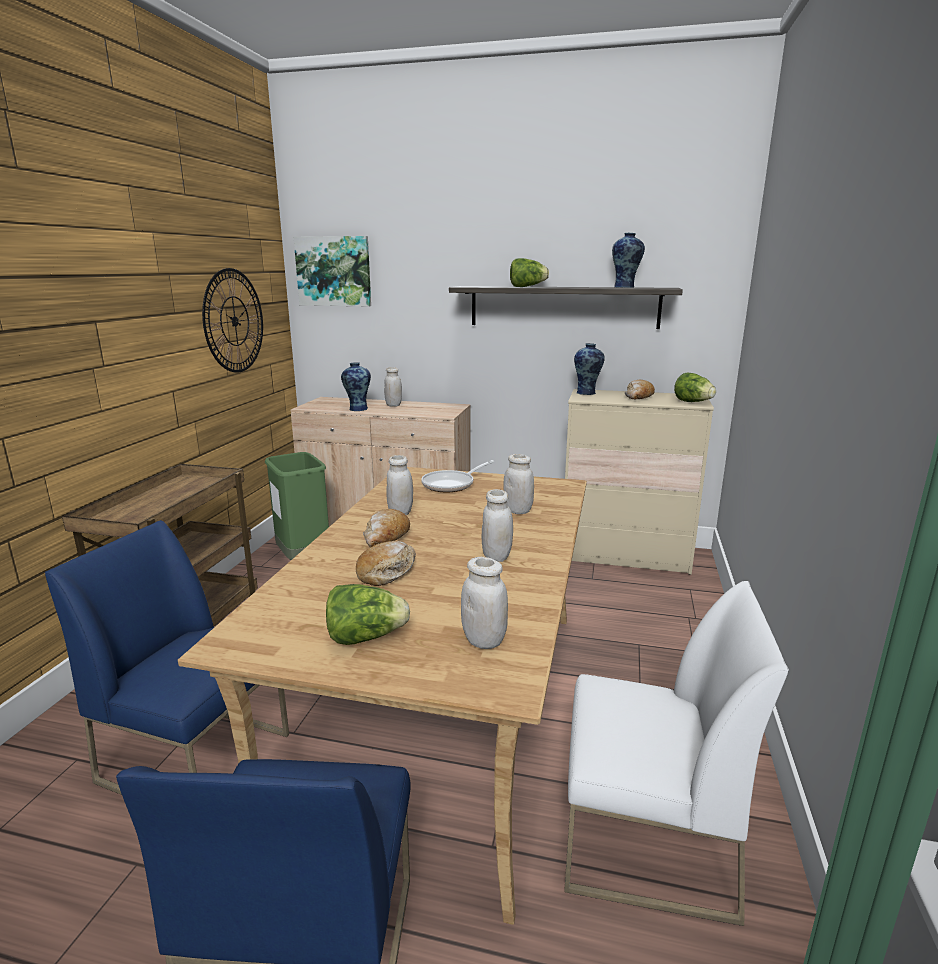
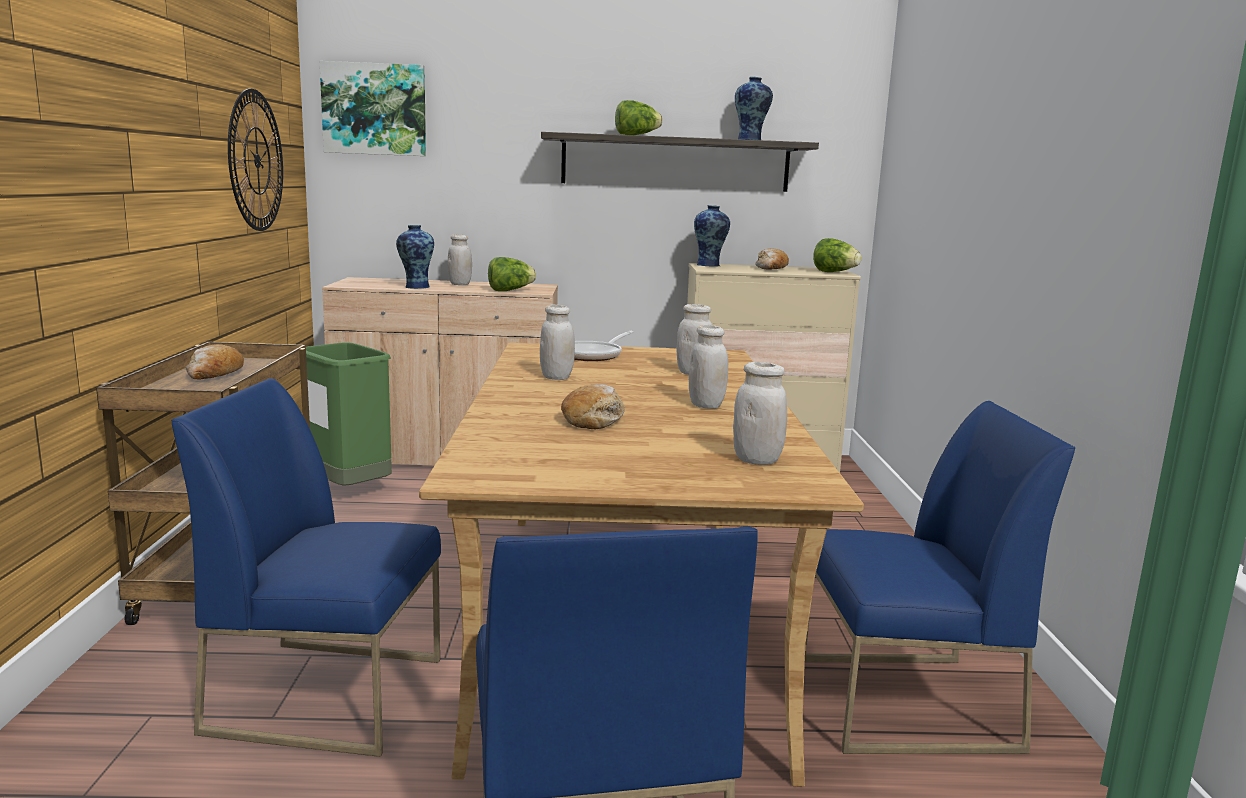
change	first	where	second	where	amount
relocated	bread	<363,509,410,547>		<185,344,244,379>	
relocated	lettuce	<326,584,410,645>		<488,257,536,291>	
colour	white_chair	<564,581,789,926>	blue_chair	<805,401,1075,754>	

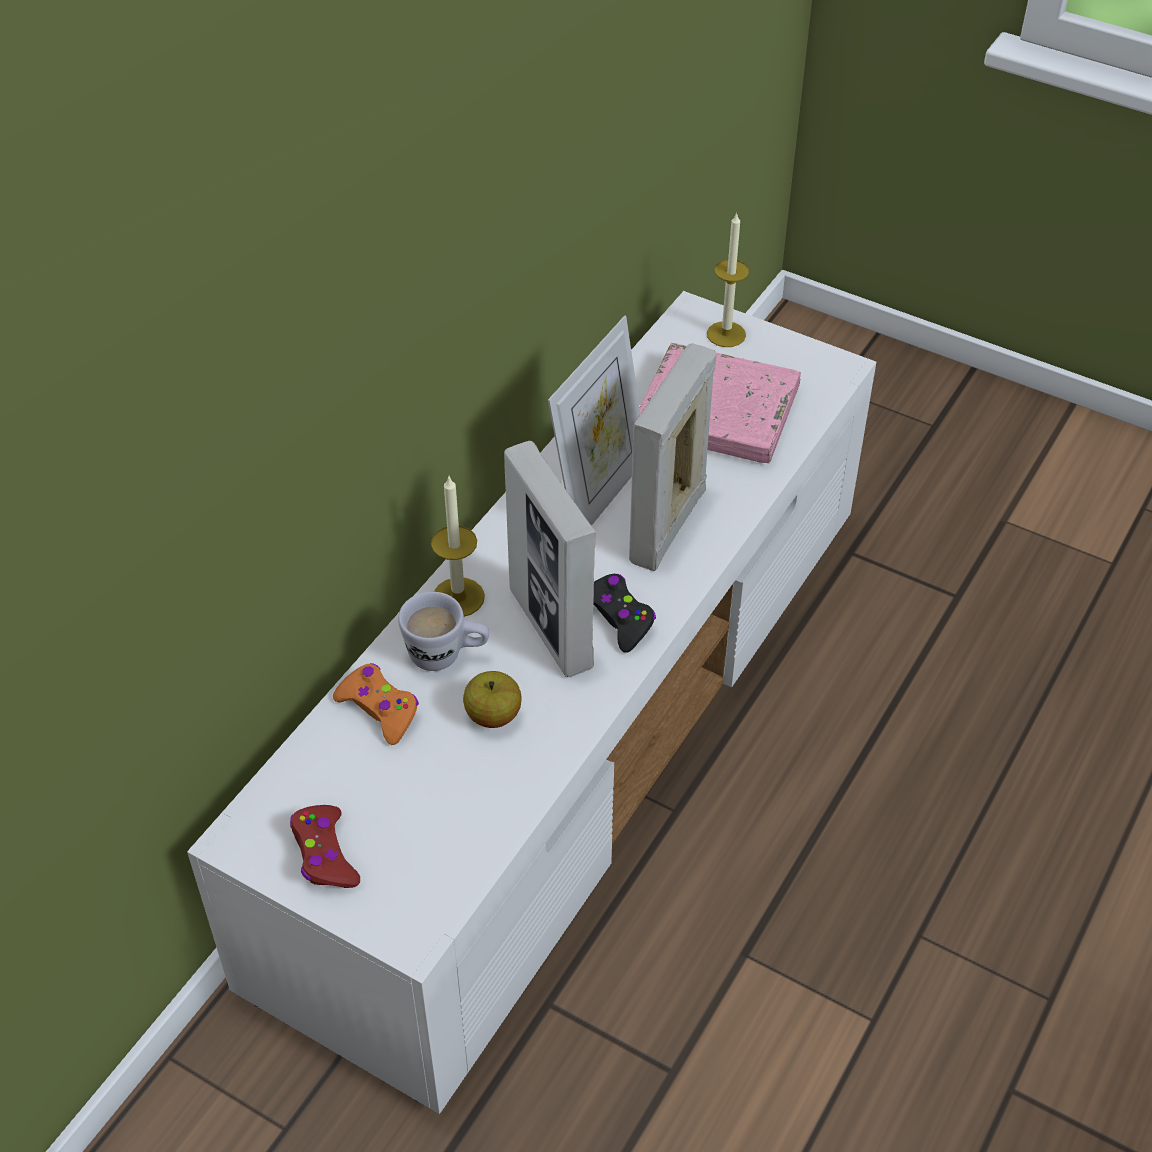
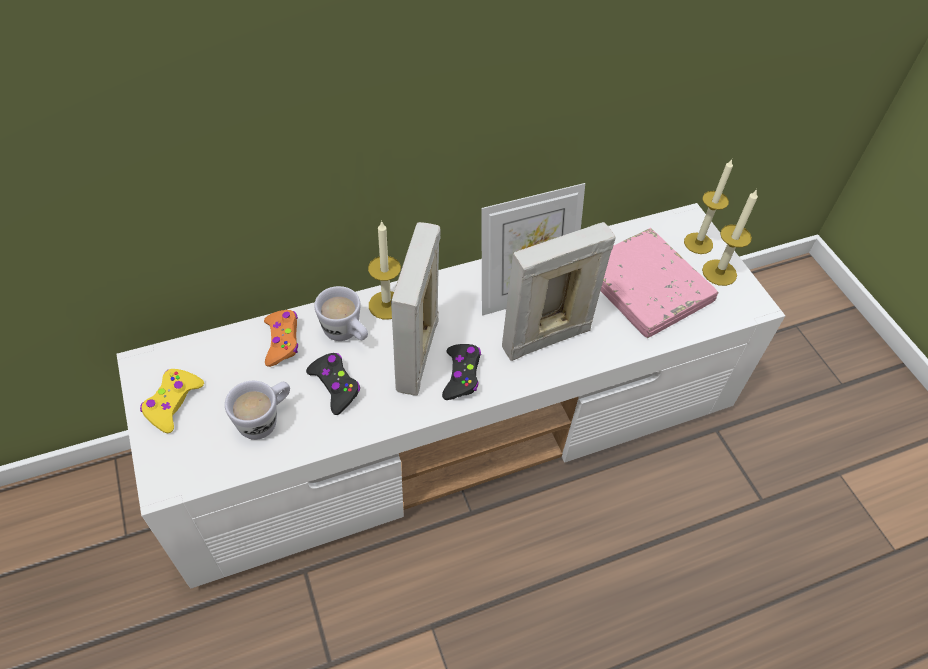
change	first	where	second	where	amount
colour	red_game_controller	<290,805,360,888>	yellow_game_controller	<140,369,204,433>	
appeared			white_mug	<225,381,290,440>	
exchanged	apple	<463,671,522,728>	black_game_controller	<306,353,360,415>	
appeared			candle	<702,189,758,286>	

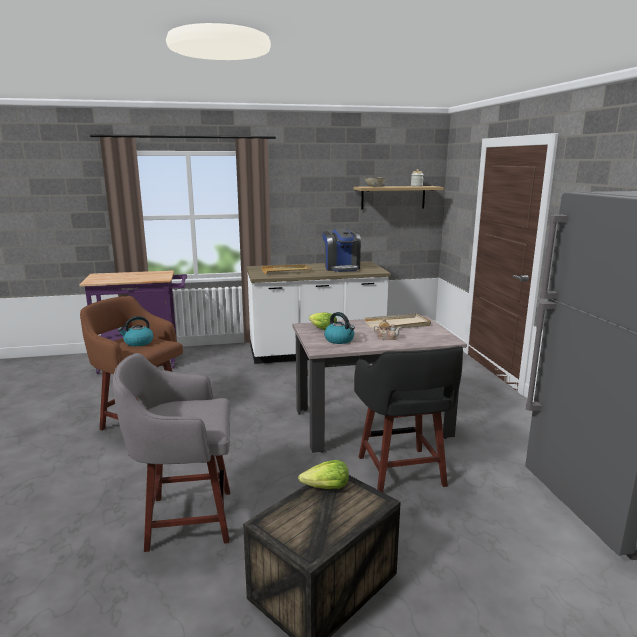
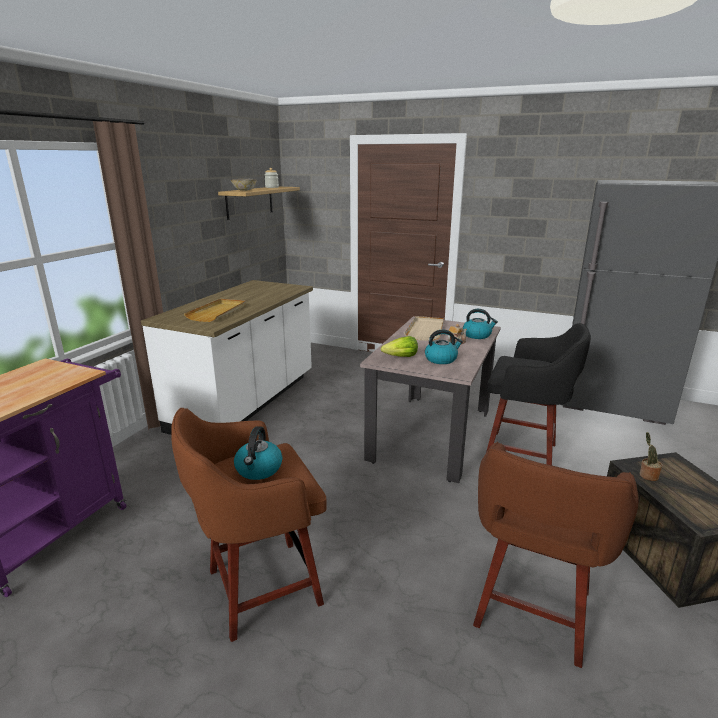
change	first	where	second	where	amount
appeared			kettle	<463,309,498,339>	
colour	grey_stool	<113,353,230,552>	brown_stool	<473,442,639,668>	
exchanged	lettuce	<298,460,349,489>	potted_plant	<639,432,662,481>	
missing	coffee_machine	<322,228,361,272>			

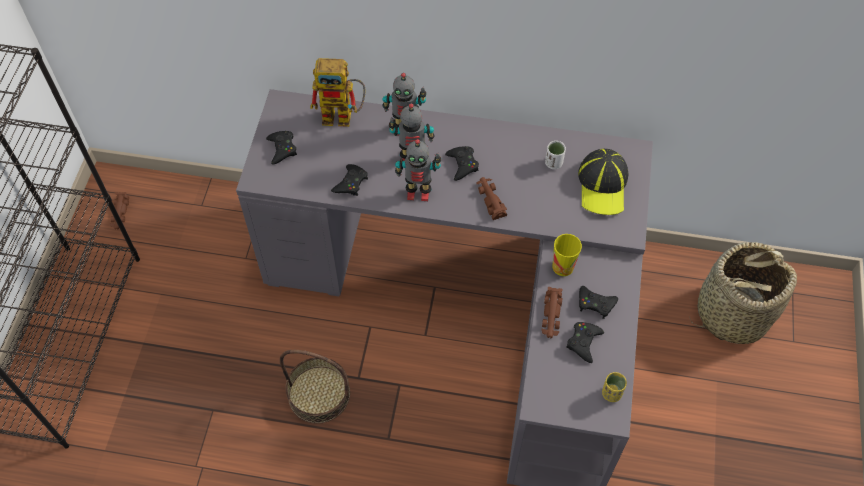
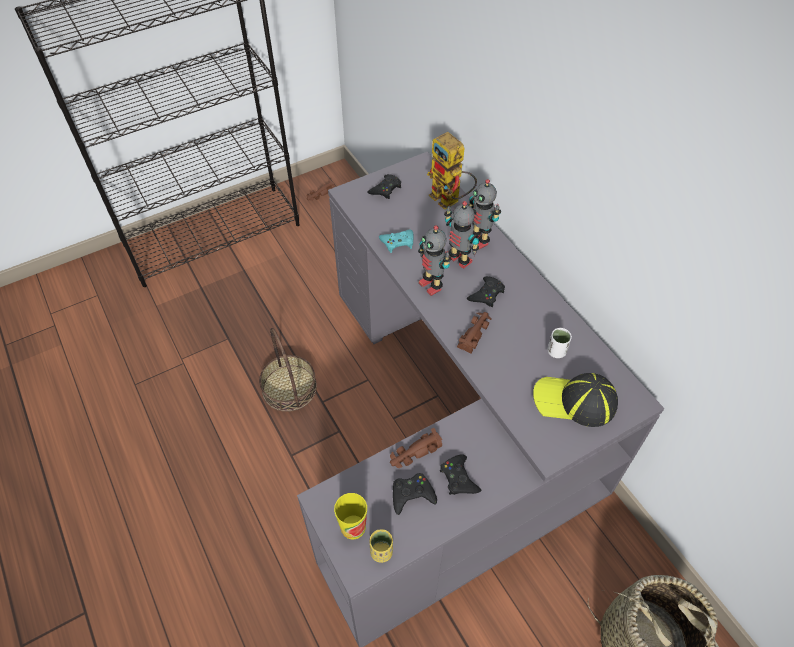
change	first	where	second	where	amount
relocated	cup	<553,234,582,276>		<334,493,367,539>	
colour	black_game_controller	<331,164,368,196>	turquoise_game_controller	<379,229,414,253>	
spun	cap	<578,149,628,215>		<533,373,618,427>	45 degrees clockwise

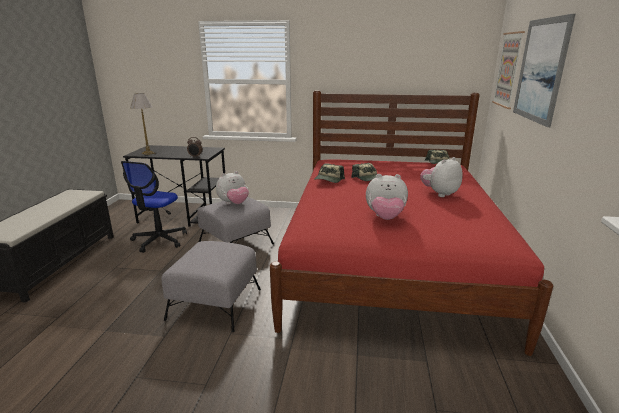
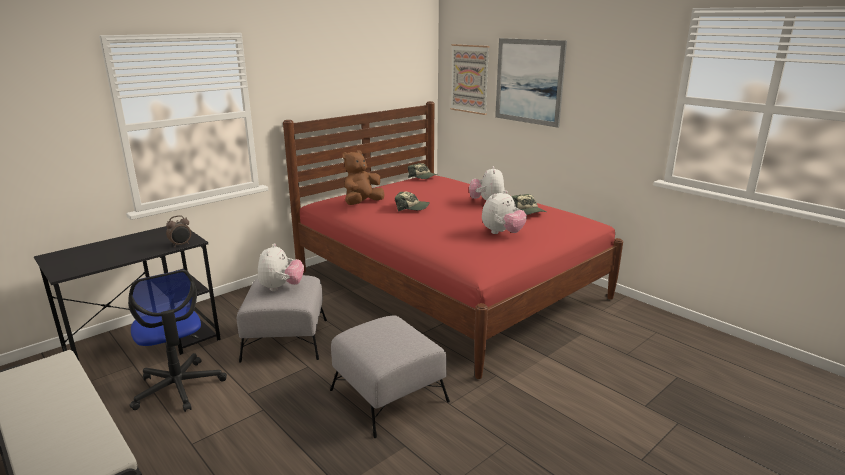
change	first	where	second	where	amount
appeared			brown_plush_toy	<342,150,385,205>	
relocated	cap	<314,163,345,183>		<511,194,546,215>	
missing	table_lamp	<130,93,155,155>			

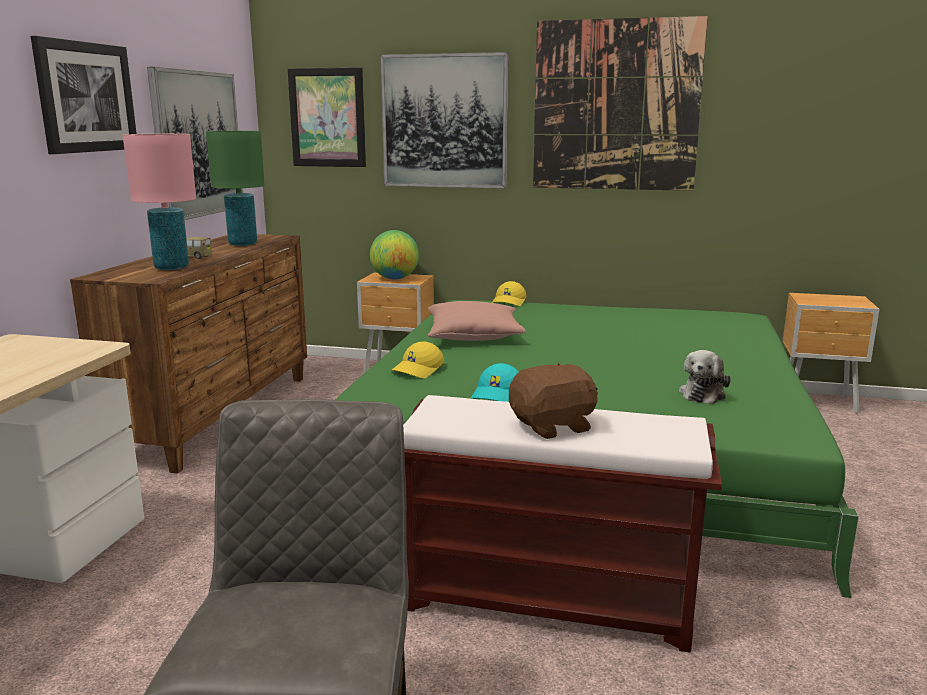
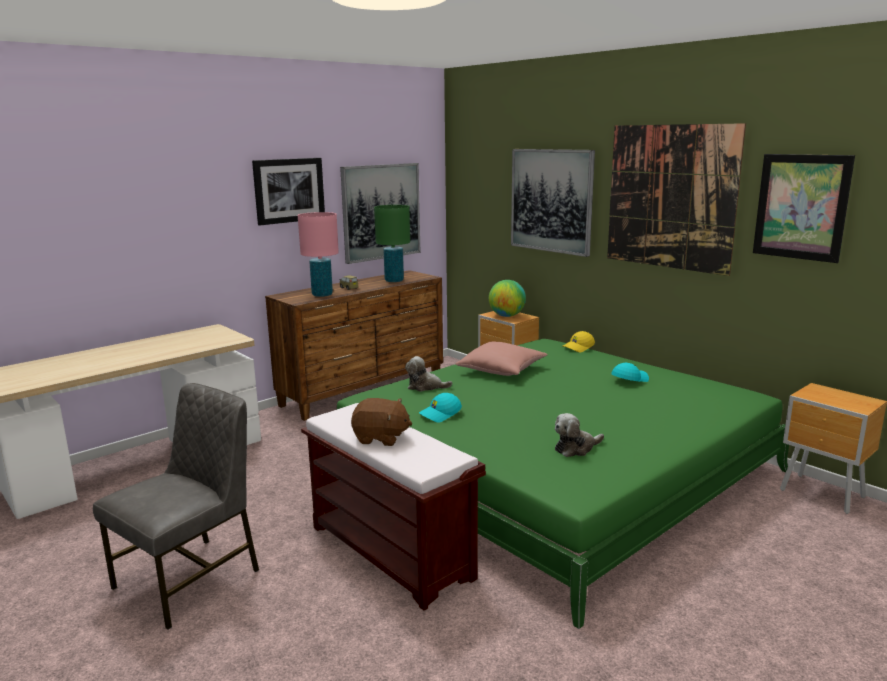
change	first	where	second	where	amount
exchanged	yellow_cap	<391,342,444,378>	plush_toy	<405,356,452,392>	
appeared			turquoise_cap	<611,363,649,382>	
relocated	picture	<288,67,366,167>		<753,154,855,263>	

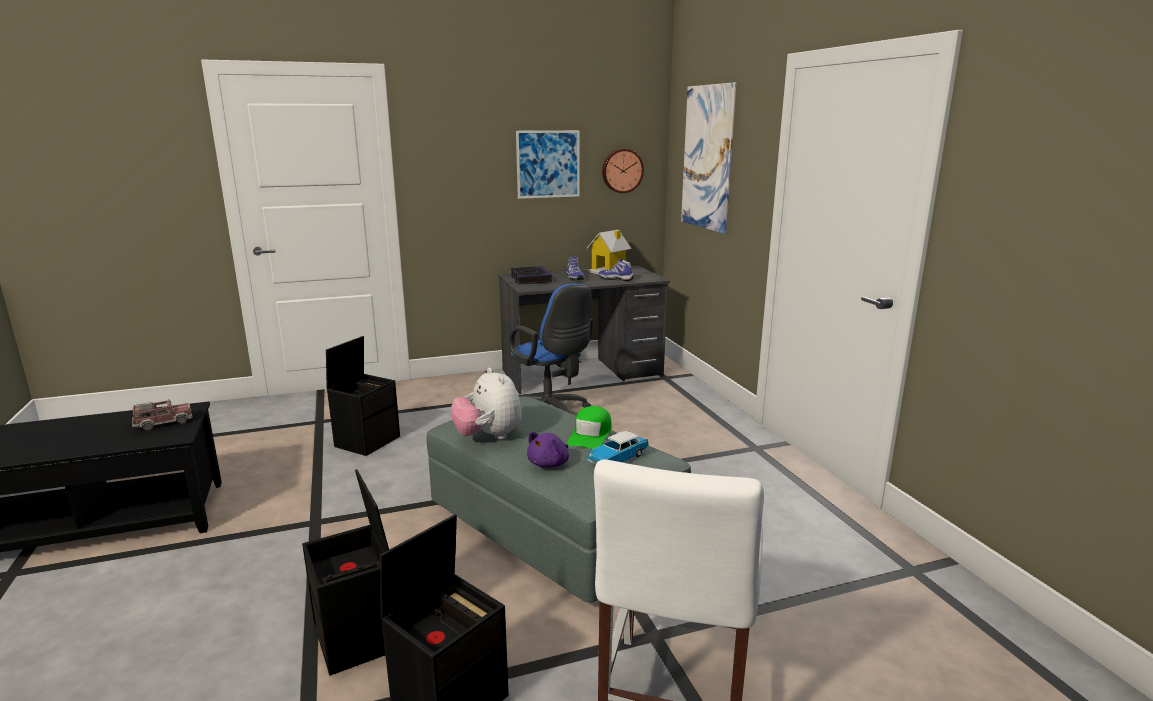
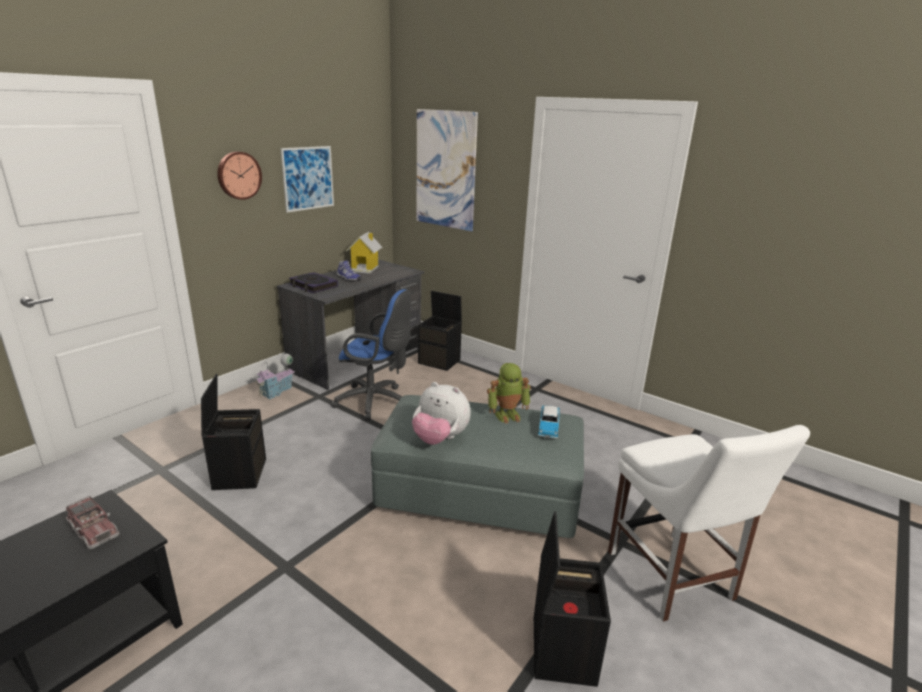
change	first	where	second	where	amount
spun	toy_truck	<132,399,193,431>		<65,496,120,549>	105 degrees clockwise
relocated	wall_clock	<602,149,644,193>		<217,152,262,200>	
appeared			toy_house	<255,354,294,400>	
relocated	black_storage_box	<302,469,389,676>		<418,291,462,371>	
exchanged	green_cap	<567,406,612,449>	toy_robot	<487,363,531,424>	
missing	purple_plush_toy	<527,432,569,468>			
missing	shoe	<598,259,634,281>			

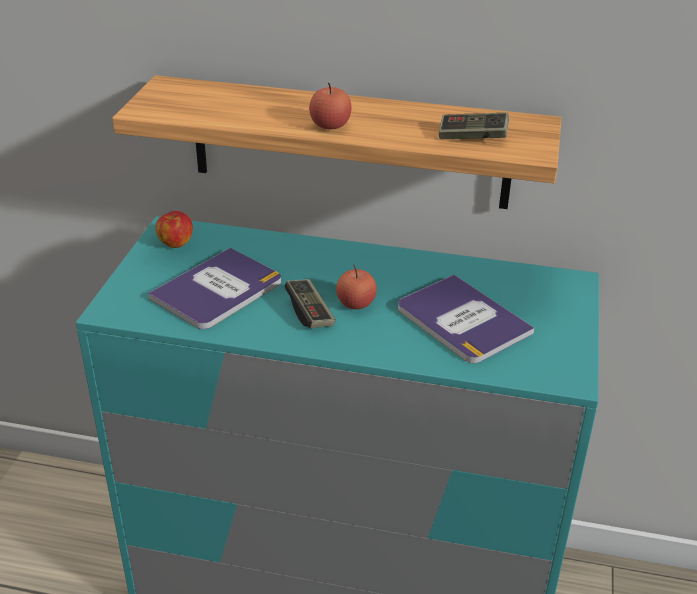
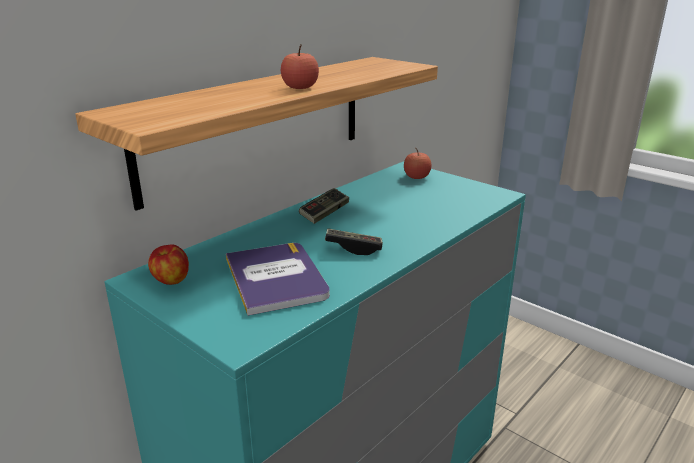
change	first	where	second	where	amount
relocated	game_controller	<439,113,509,139>		<299,188,349,224>	
relocated	apple	<336,265,377,309>		<404,148,431,179>	
missing	book	<398,274,534,364>			

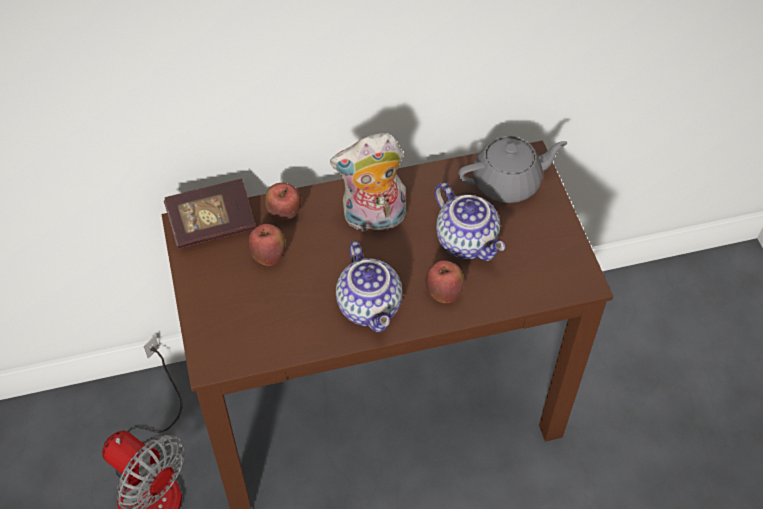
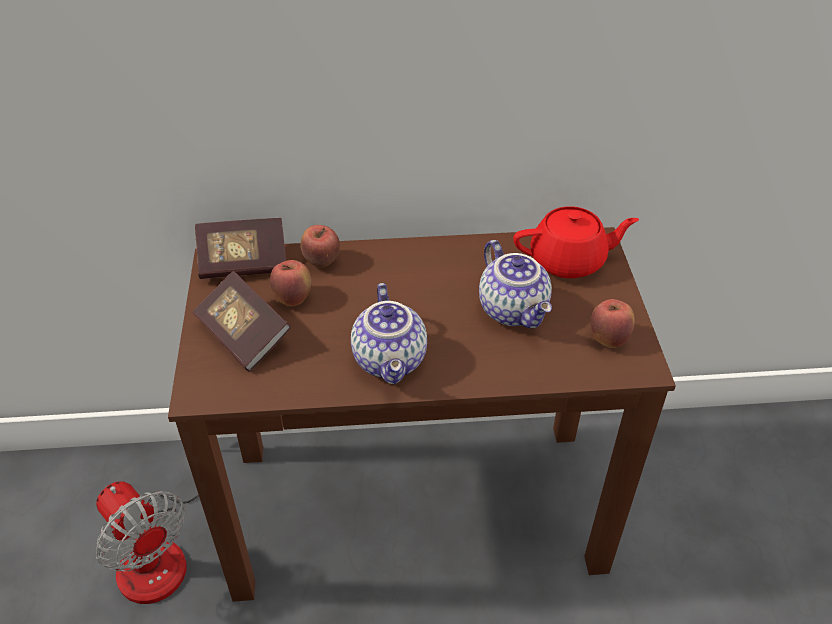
change	first	where	second	where	amount
appeared			book	<193,271,291,372>	
colour	grey_teapot	<458,136,567,203>	red_teapot	<513,206,639,278>	
relocated	apple	<425,260,464,303>		<590,299,635,348>	
missing	plush_toy	<330,133,406,232>			

